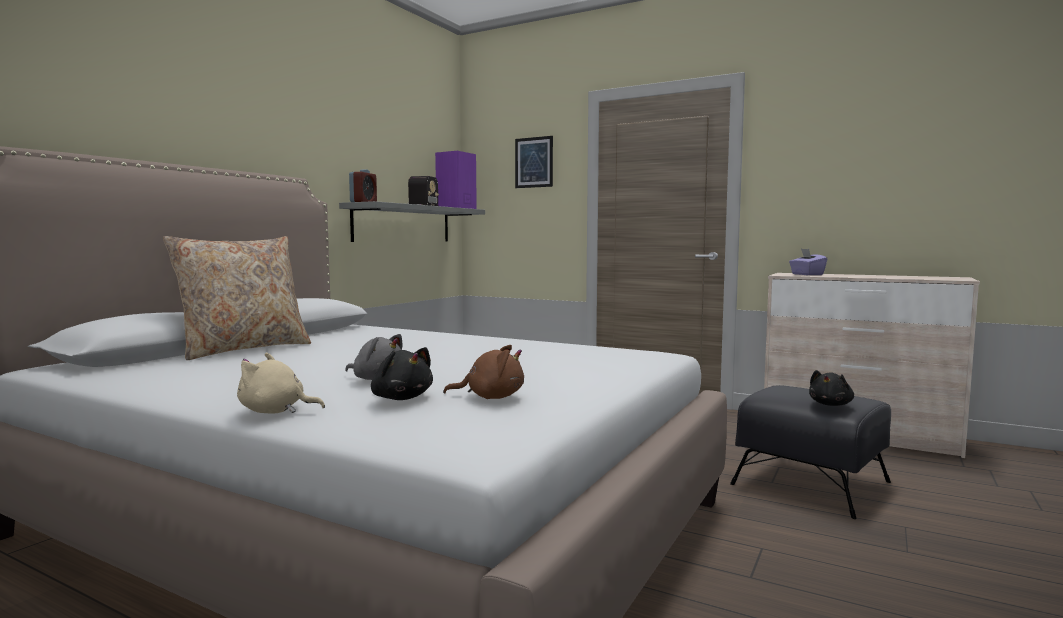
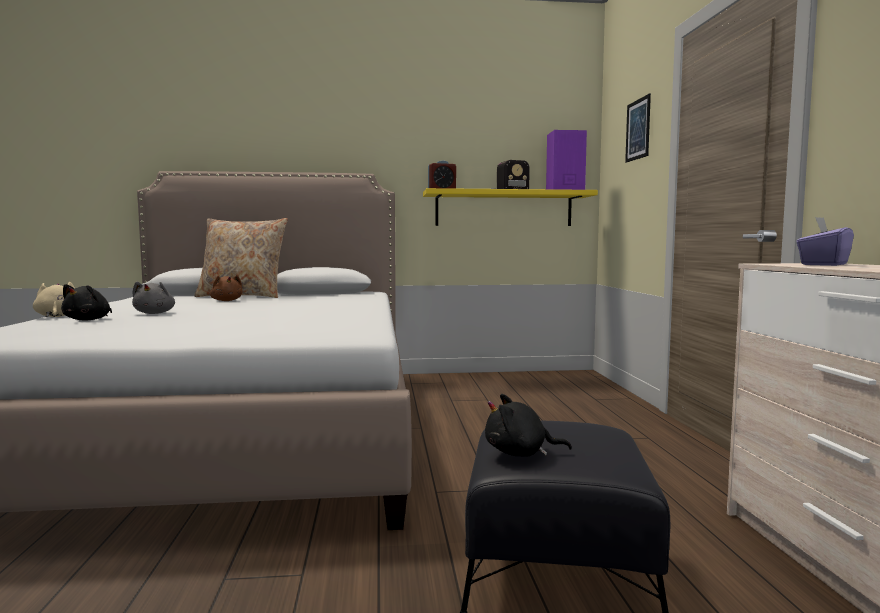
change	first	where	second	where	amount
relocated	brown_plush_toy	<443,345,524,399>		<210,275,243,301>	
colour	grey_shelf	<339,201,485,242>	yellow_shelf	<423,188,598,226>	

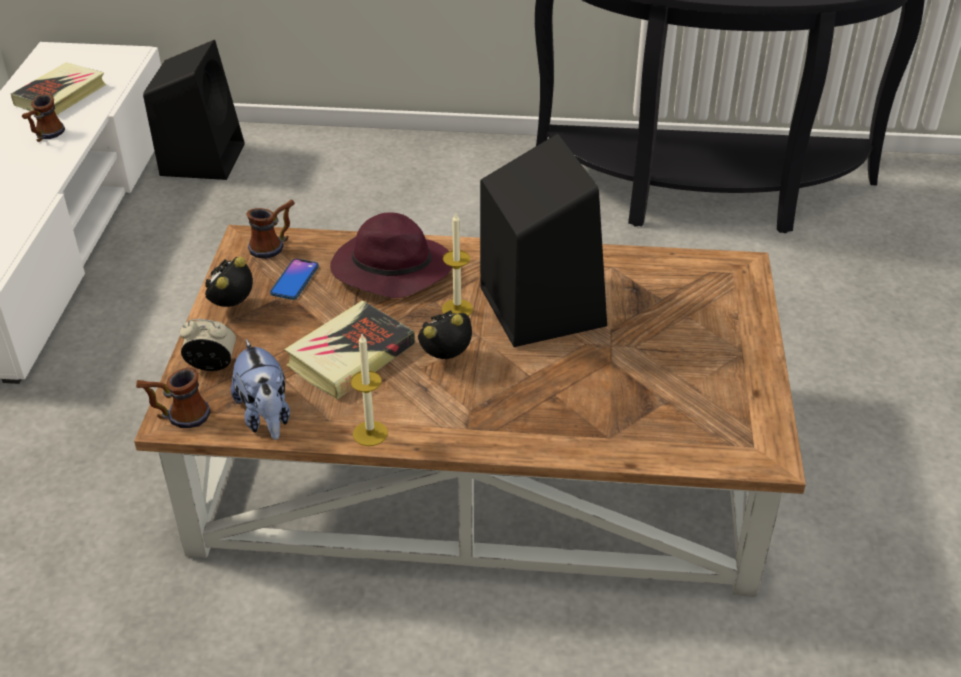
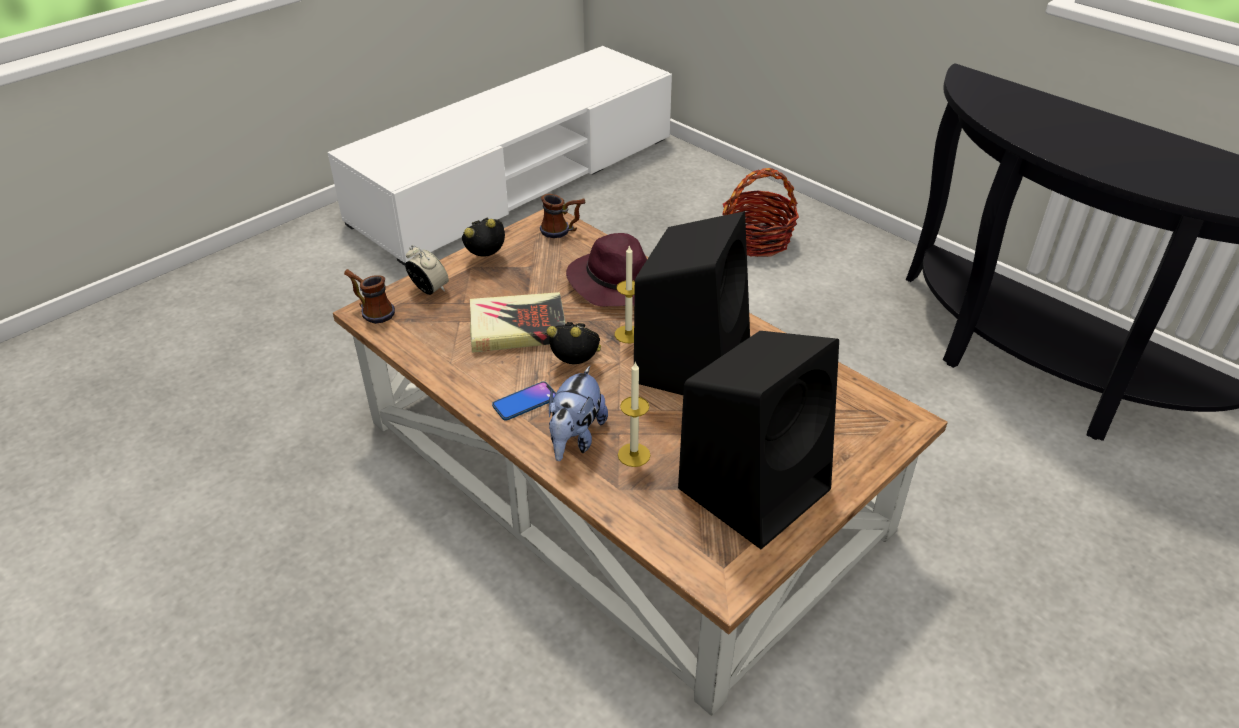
change	first	where	second	where	amount
relocated	phone	<270,259,319,300>		<492,381,556,420>	
relocated	plush_toy	<231,339,290,440>		<549,366,608,461>	
relocated	candle	<351,334,388,446>		<618,361,651,467>	
relocated	black_speaker	<143,40,245,180>		<678,331,839,549>	
appeared			basket	<722,168,799,257>	
missing	book	<11,62,107,115>			
missing	mug	<22,94,65,142>			

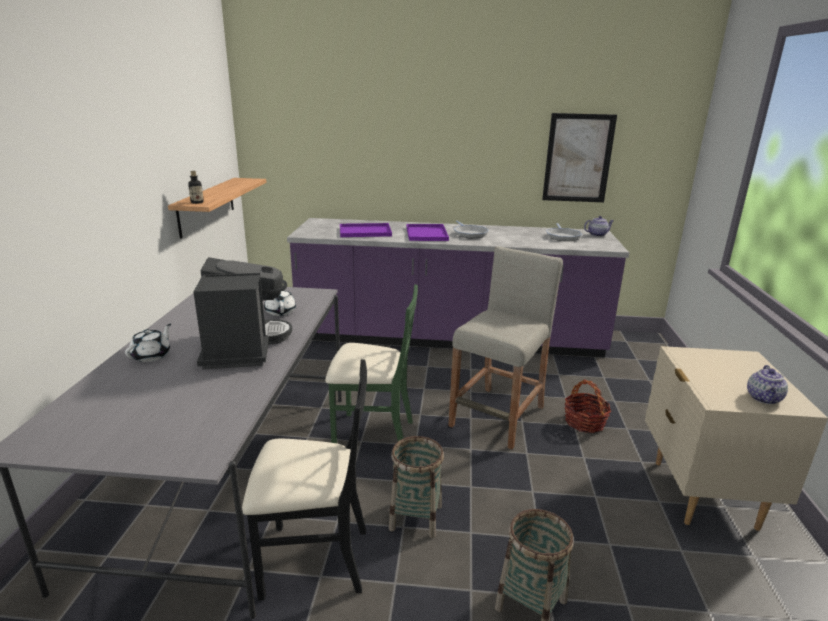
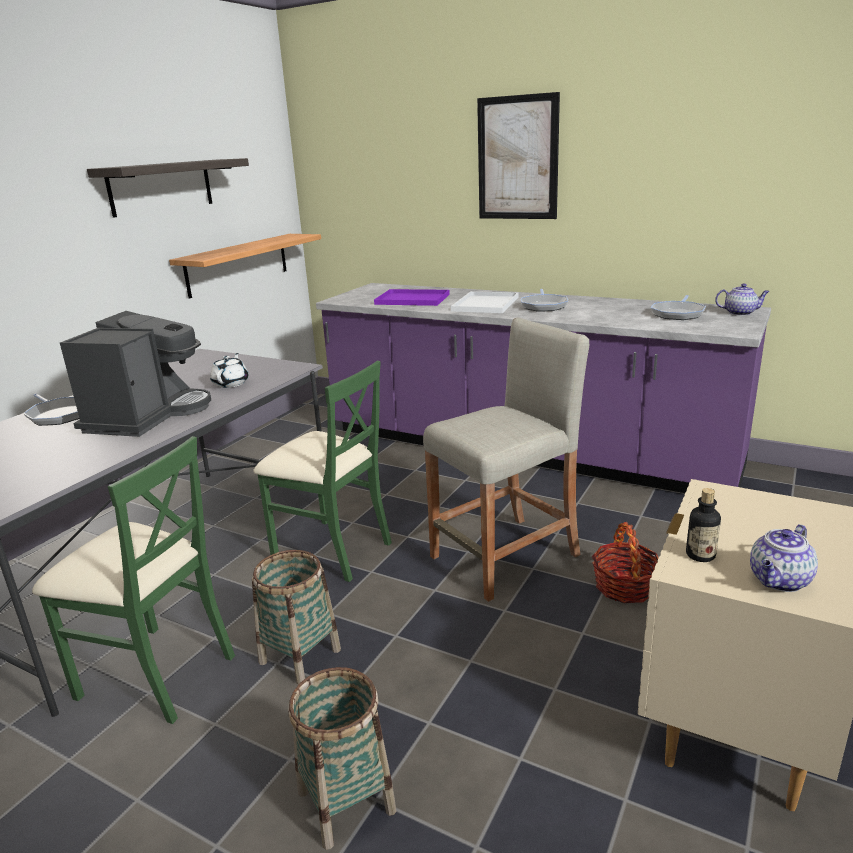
change	first	where	second	where	amount
exchanged	white_teapot	<125,324,171,362>	frying_pan	<23,394,80,426>	
colour	black_chair	<242,359,367,600>	green_chair	<32,436,235,724>	
appeared			shelf	<87,158,249,218>	
colour	purple_tray	<407,224,449,241>	white_tray	<451,291,518,313>	
relocated	picture	<542,113,617,202>		<477,92,560,219>	
relocated	bottle	<188,171,204,204>		<686,488,721,562>	

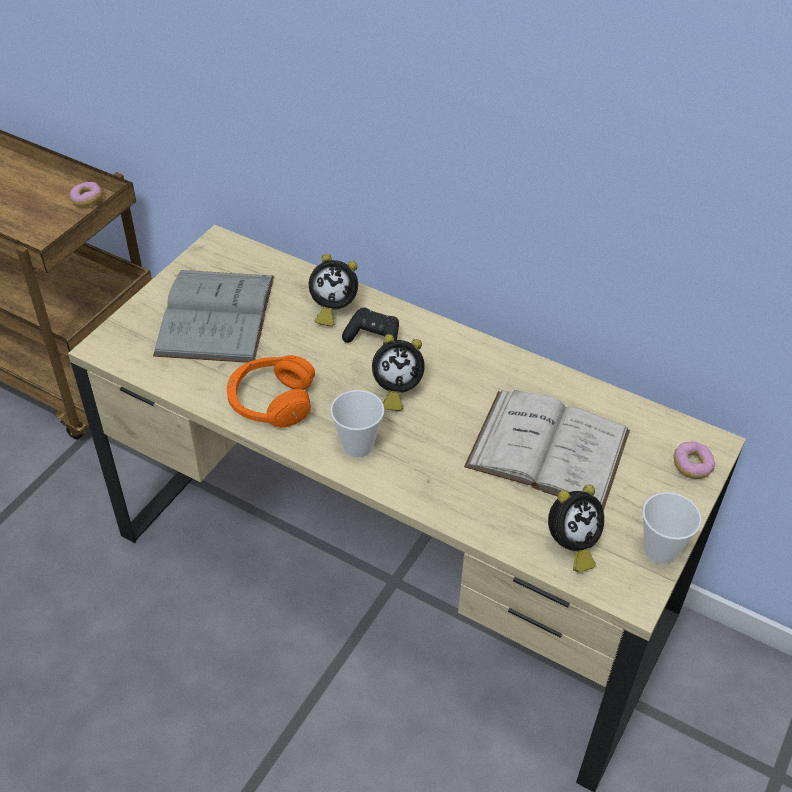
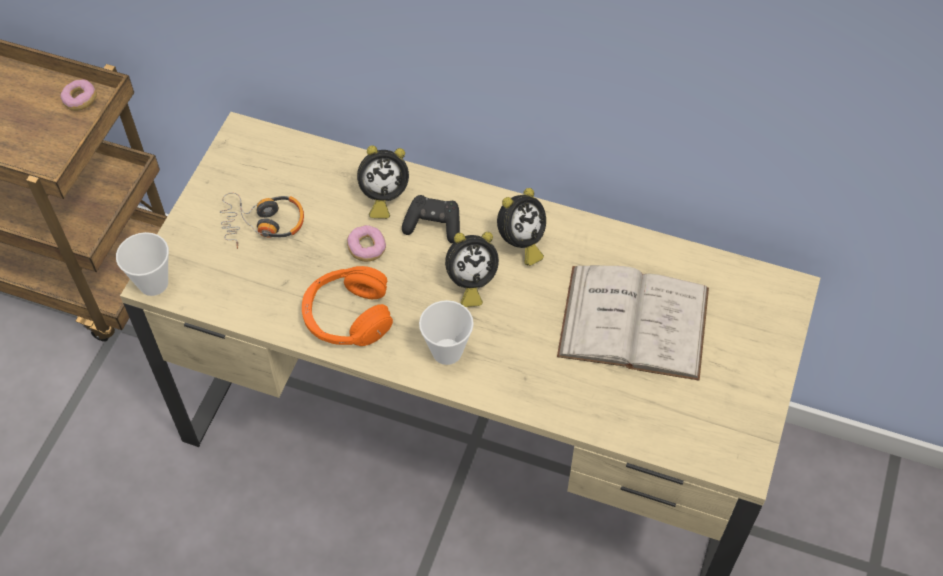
change	first	where	second	where	amount
relocated	cup	<642,492,702,564>		<116,232,169,296>	
exchanged	grey_book	<153,270,274,363>	headphones	<220,193,304,249>	
relocated	donut	<674,441,715,479>		<347,225,386,262>	
relocated	alarm_clock	<548,484,604,572>		<497,188,546,266>	

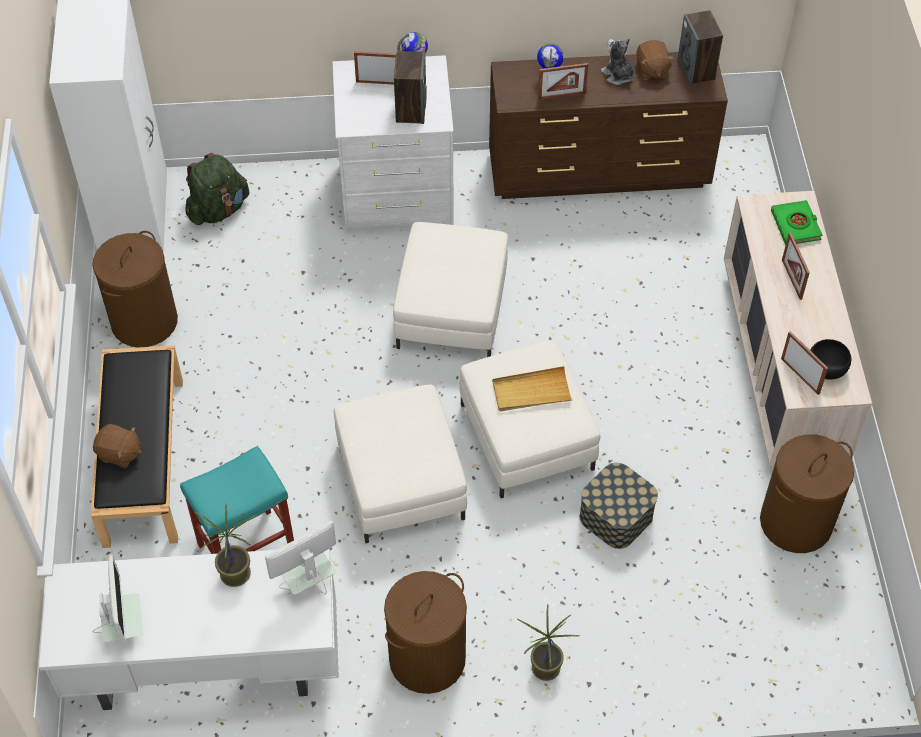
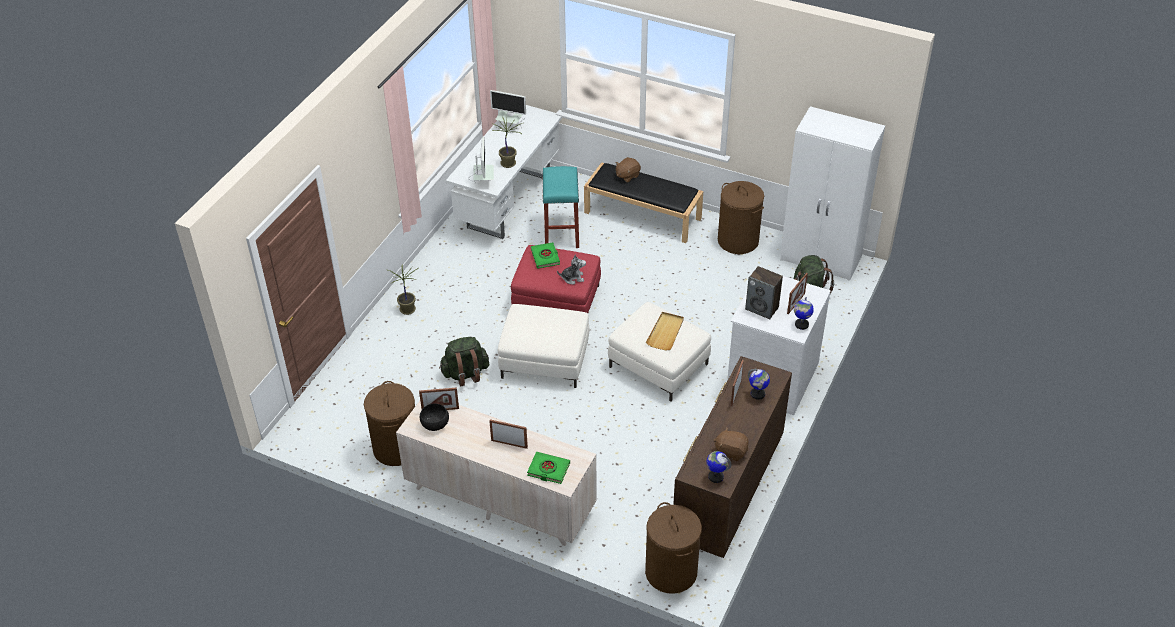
change	first	where	second	where	amount
exchanged	storage_box	<580,463,658,549>	green_backpack	<439,337,489,387>	
colour	white_ottoman	<334,385,467,543>	red_ottoman	<511,245,601,313>	
appeared			green_book	<531,242,560,269>	
relocated	plush_toy	<601,38,635,85>		<557,254,586,284>	
relocated	brown_laundry_basket	<384,571,467,694>		<645,502,702,594>	
relocated	beige_tray	<492,366,572,411>		<646,312,684,350>	
exchanged	speaker	<678,10,723,85>	globe	<707,451,731,483>	

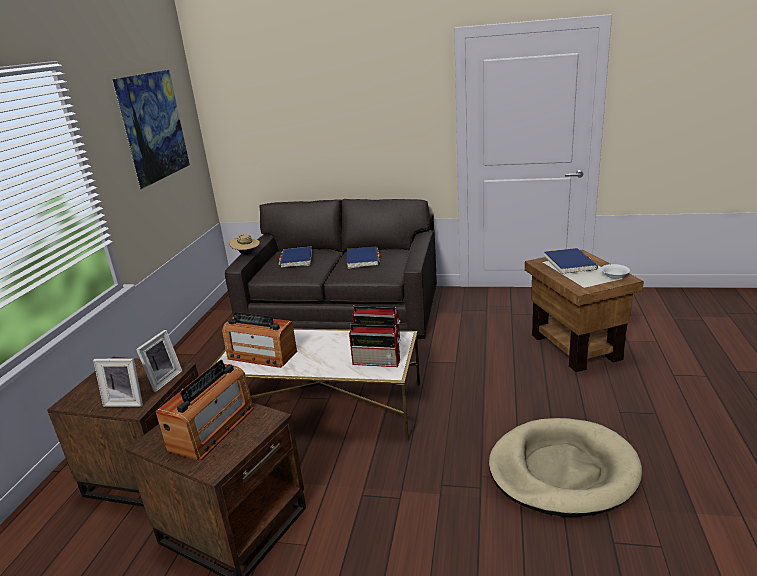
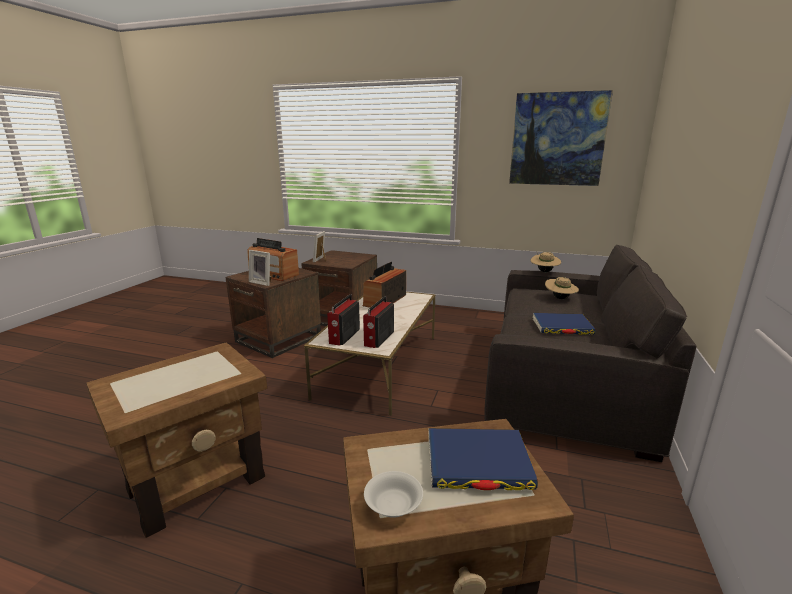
change	first	where	second	where	amount
exchanged	beige_dog_bed	<489,418,642,517>	brown_side_table	<86,343,267,538>	
relocated	picture_frame	<136,330,182,392>		<249,250,271,286>	
exchanged	blue_book	<279,246,312,268>	beige_hat	<545,277,579,299>	

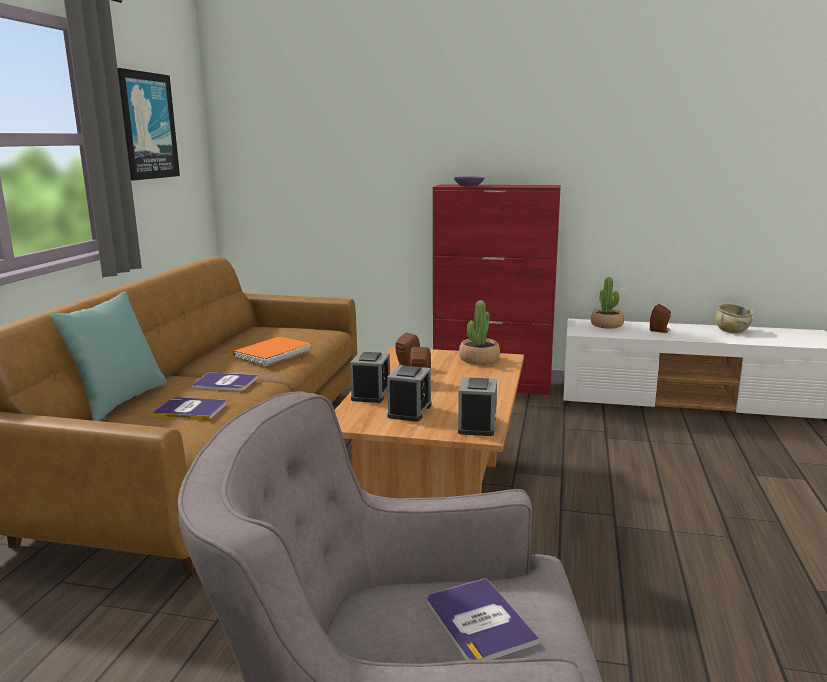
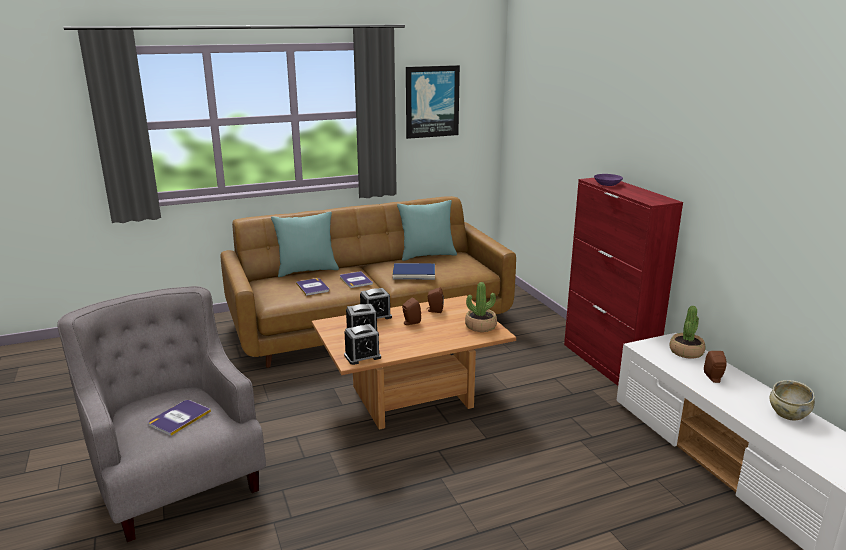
change	first	where	second	where	amount
colour	orange_book	<233,337,311,367>	blue_book	<392,263,435,280>	
appeared			turquoise_pillow	<397,200,457,261>	

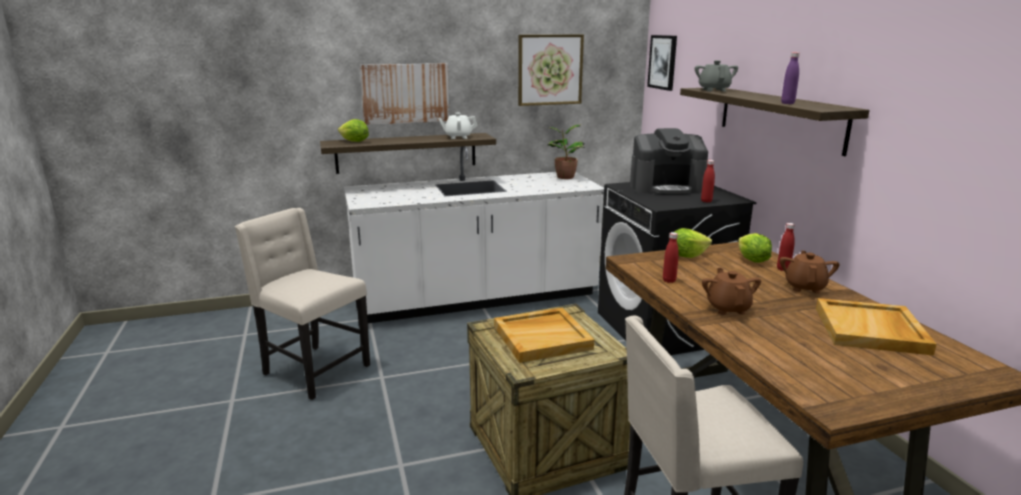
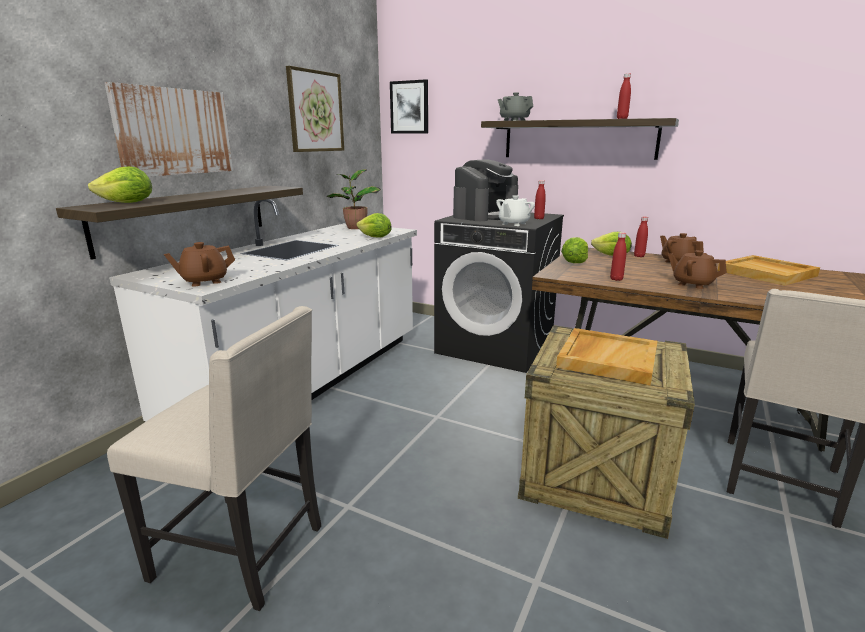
change	first	where	second	where	amount
spun	beige_chair	<235,208,370,400>		<107,306,321,611>	150 degrees counterclockwise
appeared			brown_teapot	<164,242,235,287>	
appeared			lettuce	<356,213,392,238>	
relocated	white_teapot	<438,113,477,139>		<496,195,535,226>	
colour	purple_bottle	<781,52,799,104>	red_bottle	<617,73,631,119>	

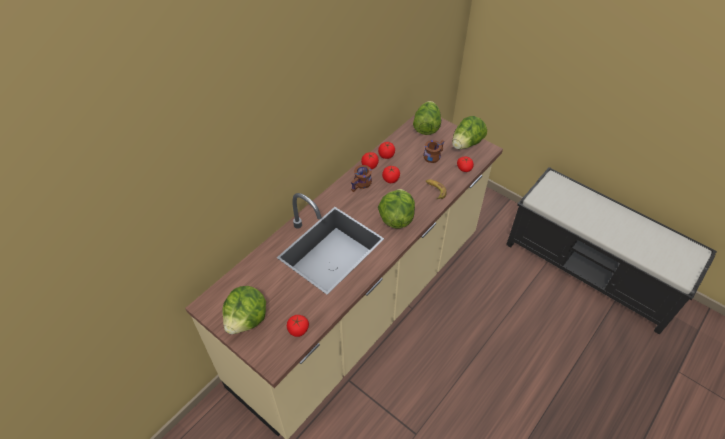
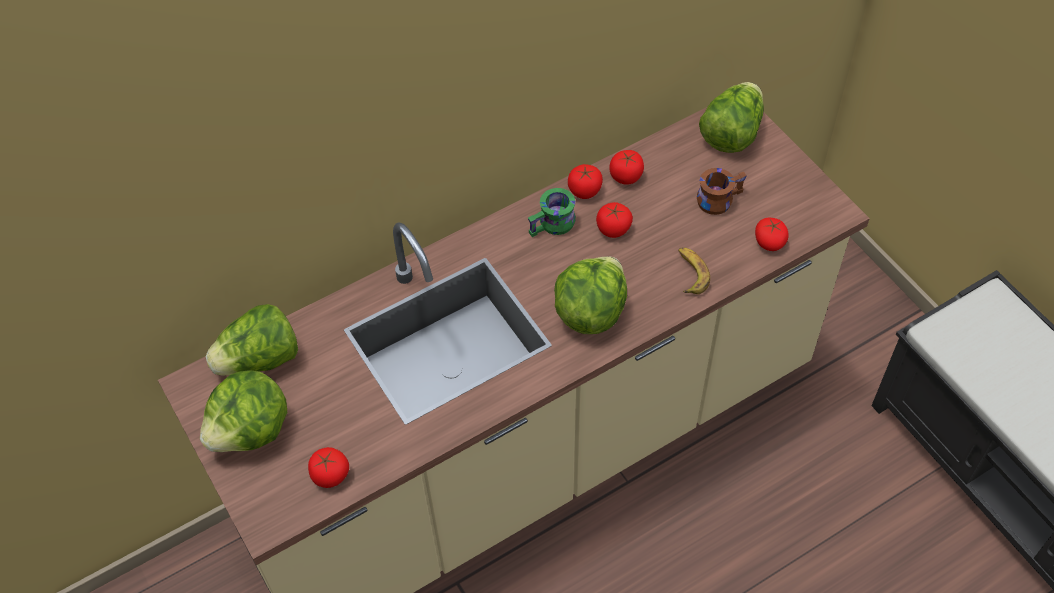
change	first	where	second	where	amount
relocated	lettuce	<452,116,487,149>		<206,304,298,376>	
colour	brown_mug	<351,165,372,192>	green_mug	<528,188,576,237>	

